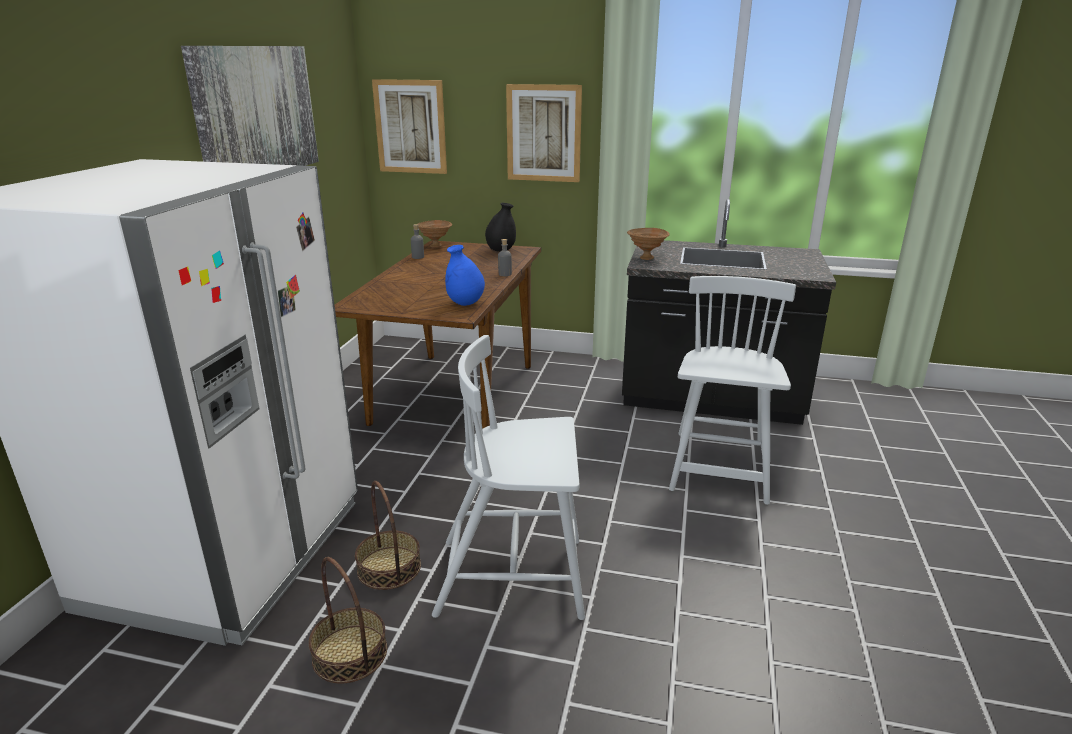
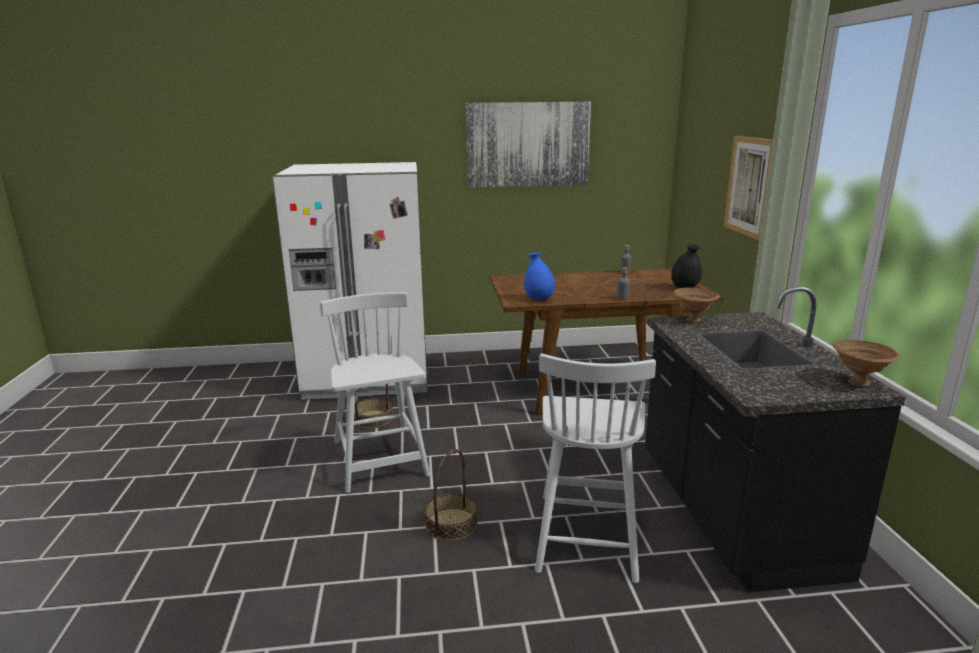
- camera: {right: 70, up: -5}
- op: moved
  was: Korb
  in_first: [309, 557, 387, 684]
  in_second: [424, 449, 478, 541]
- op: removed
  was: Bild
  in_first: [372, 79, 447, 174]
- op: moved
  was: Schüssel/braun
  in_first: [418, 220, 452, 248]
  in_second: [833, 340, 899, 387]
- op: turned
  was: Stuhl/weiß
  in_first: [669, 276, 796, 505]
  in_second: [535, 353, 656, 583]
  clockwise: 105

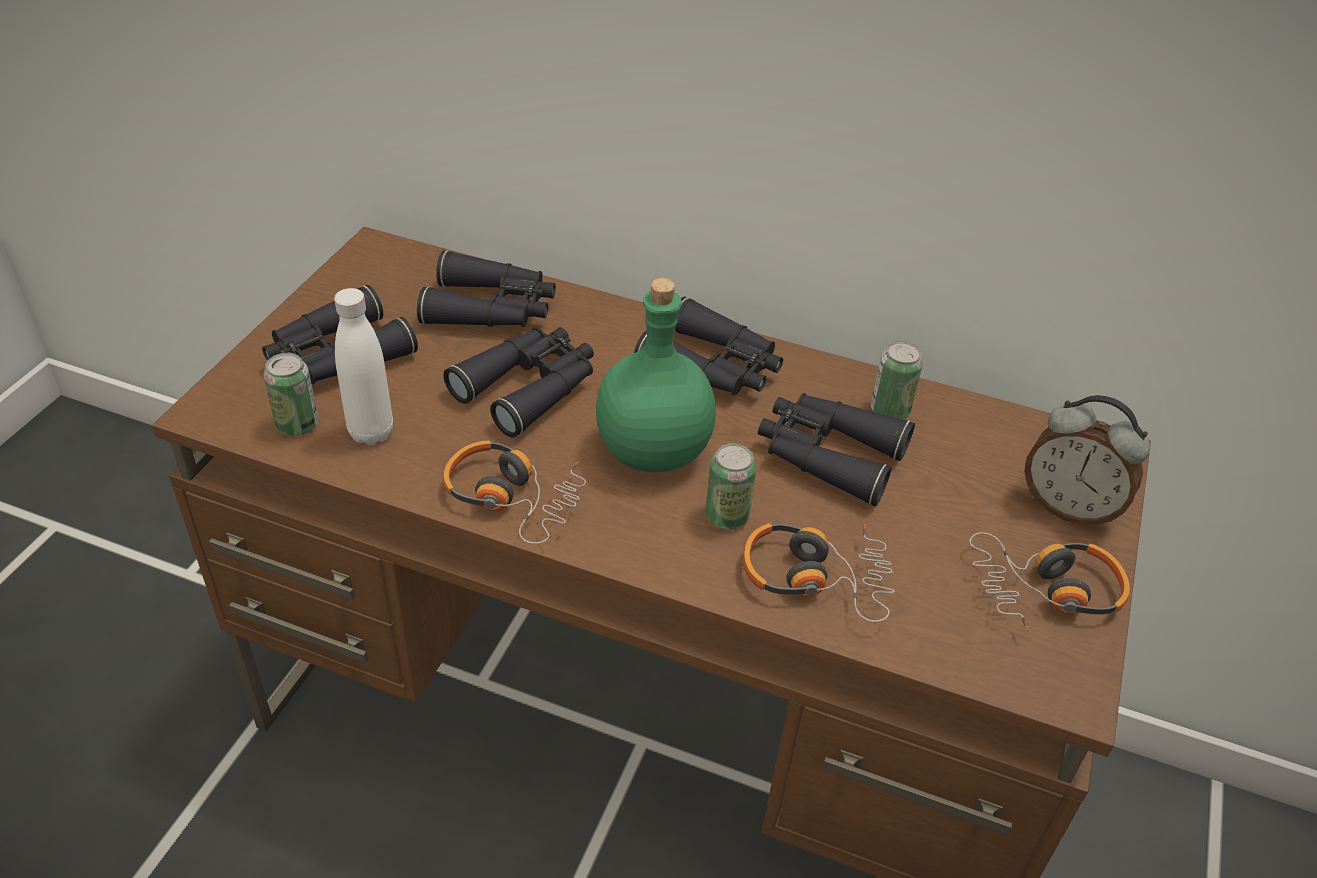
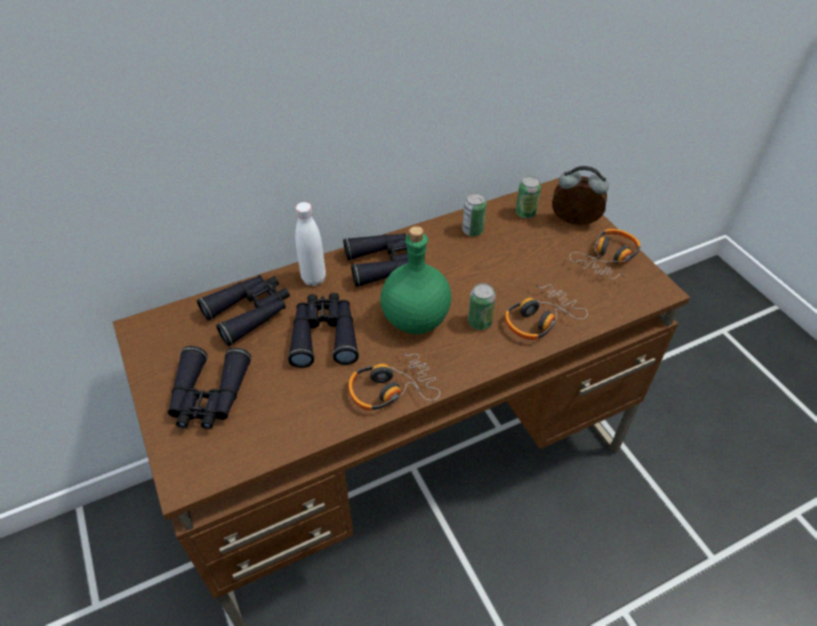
- camera: {right: -45, up: 5}
- op: moved
  was: Dose
  in_first: [263, 353, 319, 436]
  in_second: [516, 176, 541, 219]
- op: moved
  was: Flasche/weiß
  in_first: [334, 288, 393, 445]
  in_second: [295, 202, 326, 286]
- op: removed
  was: Fernglas/schwarz
  in_first: [758, 393, 915, 507]
- op: turned
  was: Wecker
  in_first: [1024, 395, 1150, 527]
  in_second: [552, 166, 609, 225]
  clockwise: -150

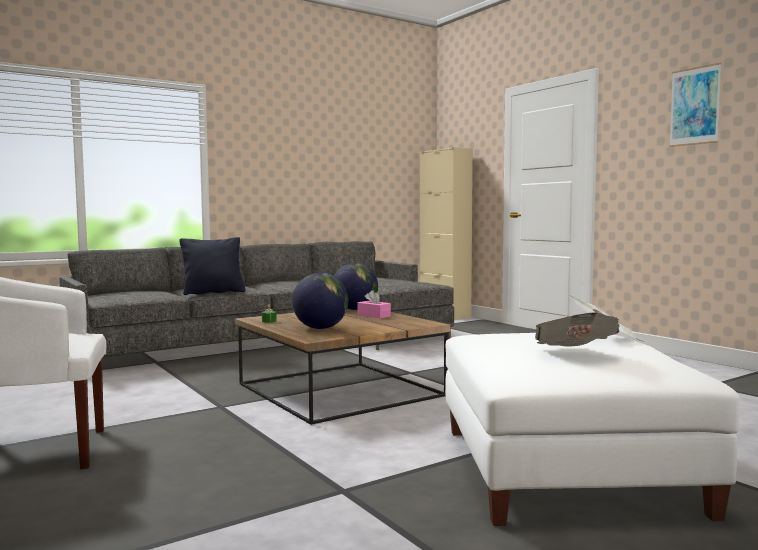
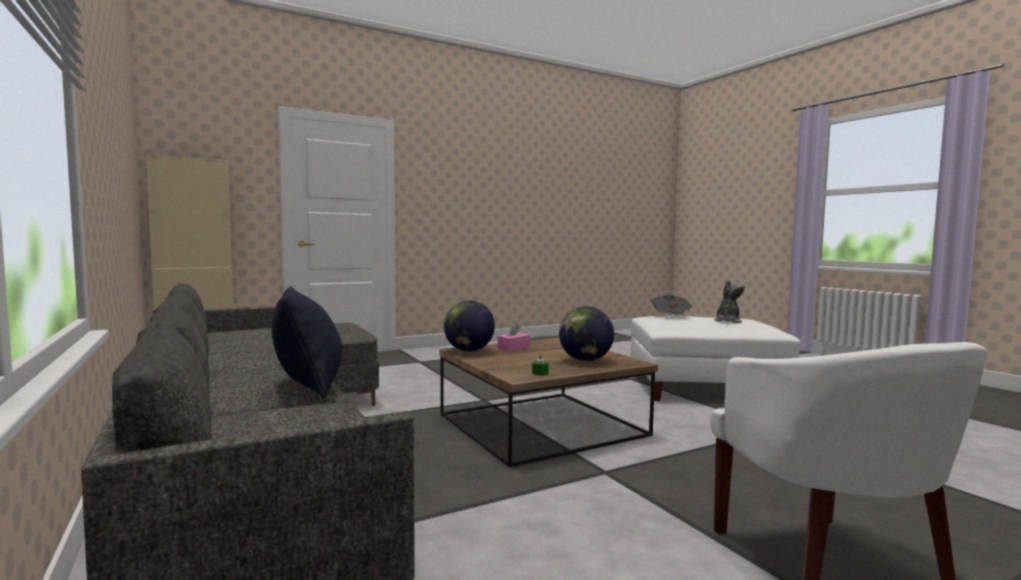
- camera: {right: -85, up: 0}
- op: replaced
  was: Zeitung
  now: Plüschtier
  in_first: [535, 313, 619, 347]
  in_second: [714, 280, 745, 323]
- op: removed
  was: Bild
  in_first: [669, 62, 722, 147]

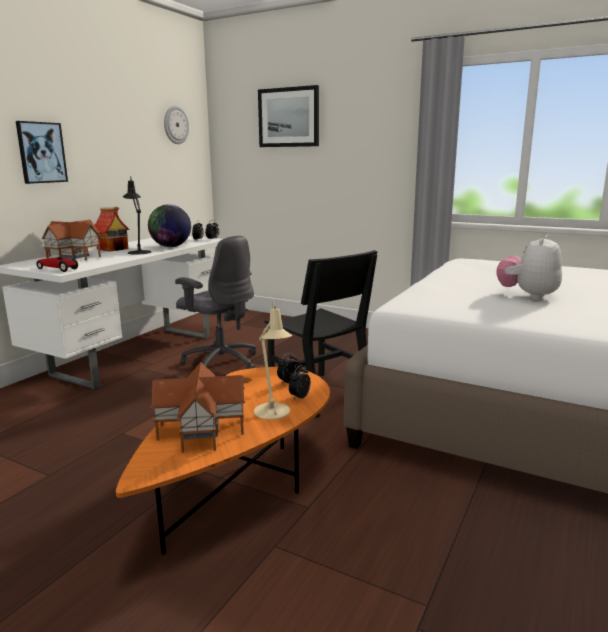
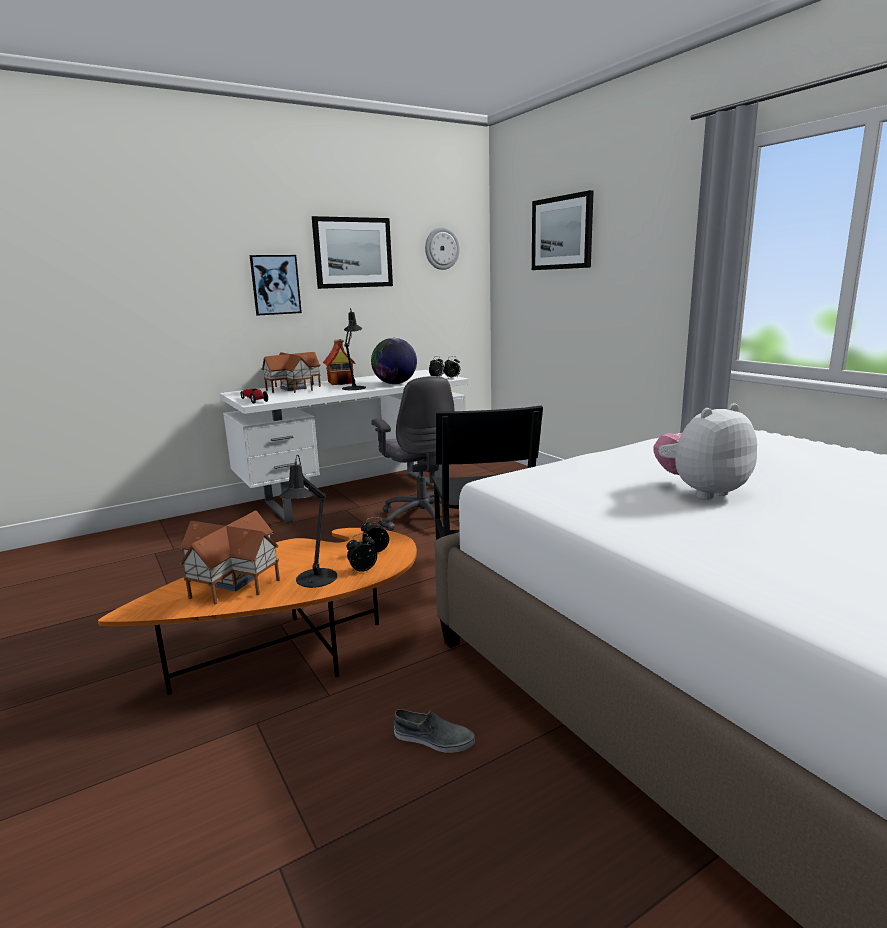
- camera: {right: 30, up: 0}
- op: recoloured
  was: Tischlampe/beige
  now: Tischlampe/schwarz
  in_first: [254, 300, 292, 420]
  in_second: [279, 455, 337, 588]
- op: added
  now: Bild
  in_second: [312, 216, 393, 289]
- op: added
  now: Schuh/grau
  in_second: [393, 709, 475, 753]

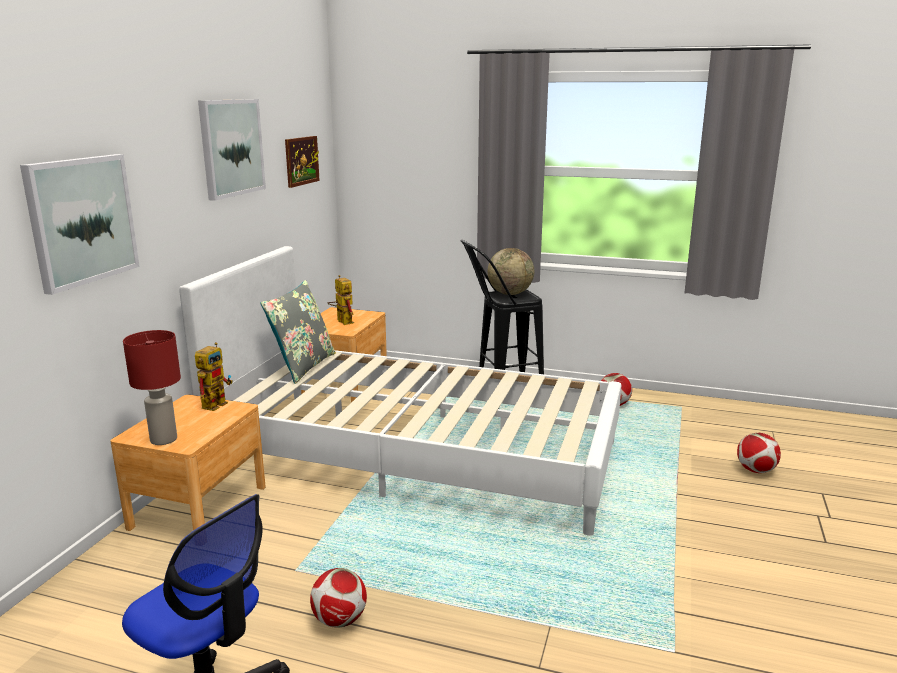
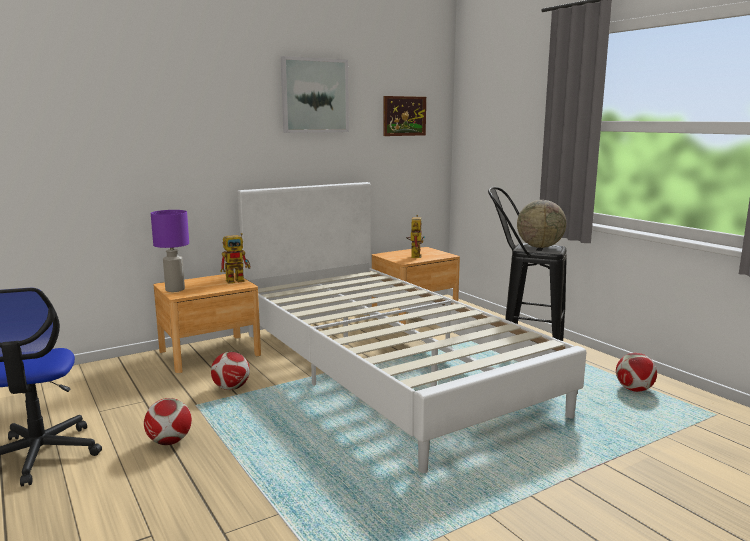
- camera: {right: 40, up: -5}
- op: removed
  was: Bild
  in_first: [20, 154, 140, 295]
- op: recoloured
  was: Tischlampe/rot
  now: Tischlampe/lila
  in_first: [123, 330, 181, 445]
  in_second: [151, 210, 189, 292]
- op: removed
  was: Kissen/grau
  in_first: [260, 280, 336, 384]
- op: moved
  was: Fußball
  in_first: [737, 433, 781, 473]
  in_second: [211, 352, 250, 390]

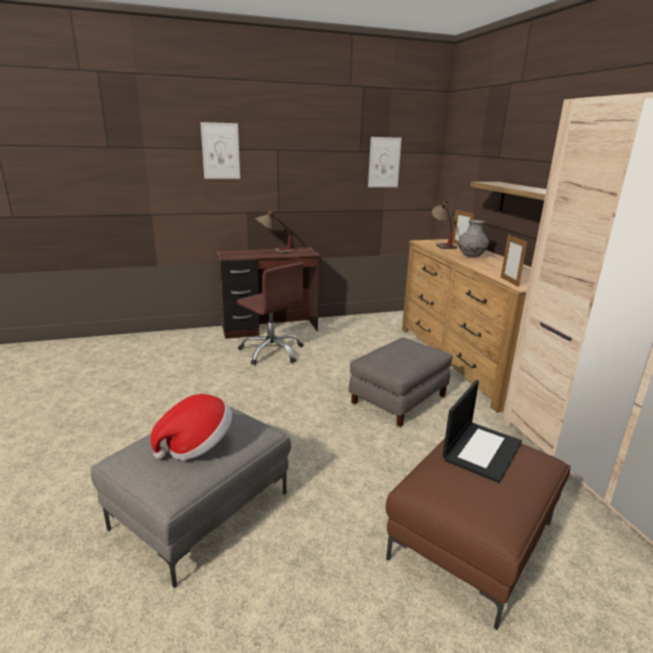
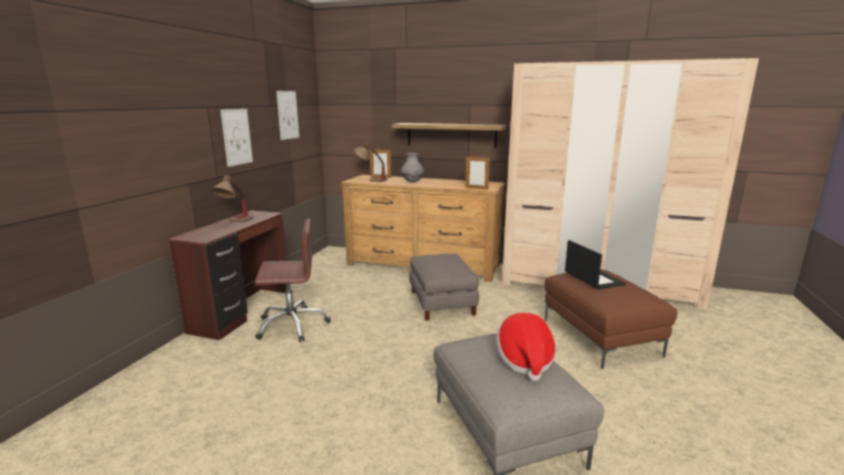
- camera: {right: -55, up: -5}
- op: moved
  was: Bild
  in_first: [200, 122, 240, 179]
  in_second: [220, 109, 253, 167]

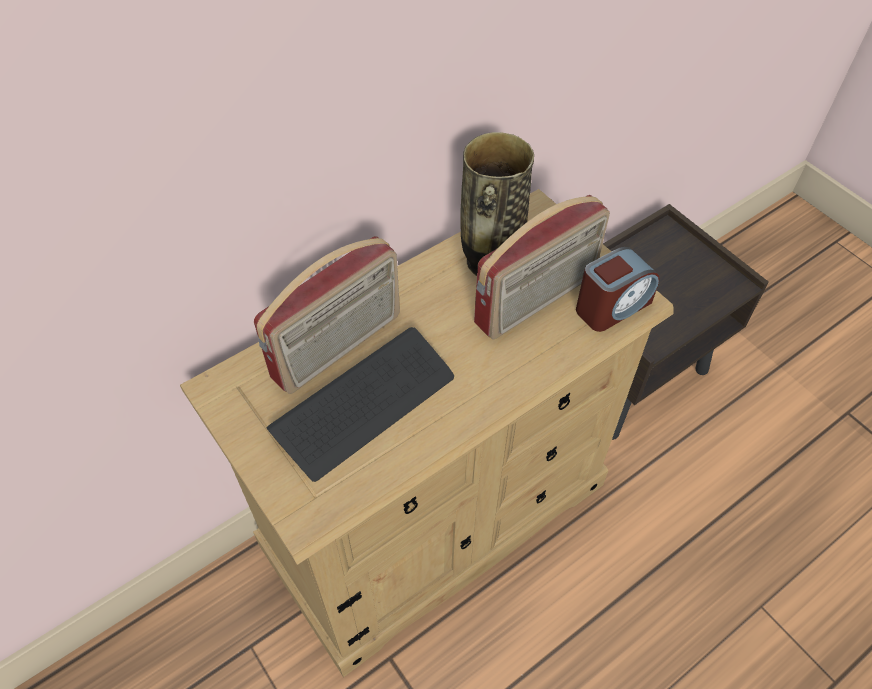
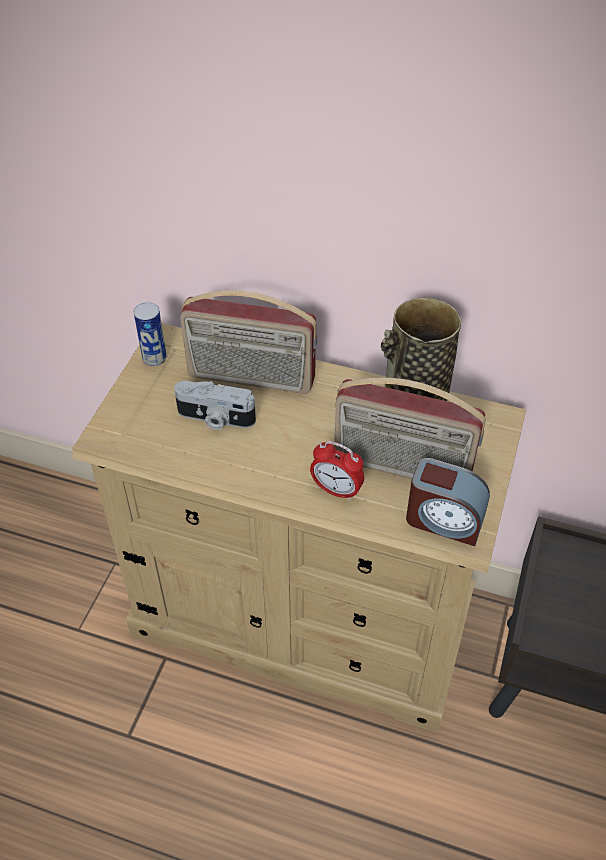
- camera: {right: 55, up: -5}
- op: replaced
  was: Tastatur
  now: Kamera
  in_first: [267, 327, 454, 482]
  in_second: [174, 381, 256, 430]
- op: added
  now: Dose
  in_second: [134, 302, 167, 366]
- op: added
  now: Wecker
  in_second: [310, 441, 364, 501]

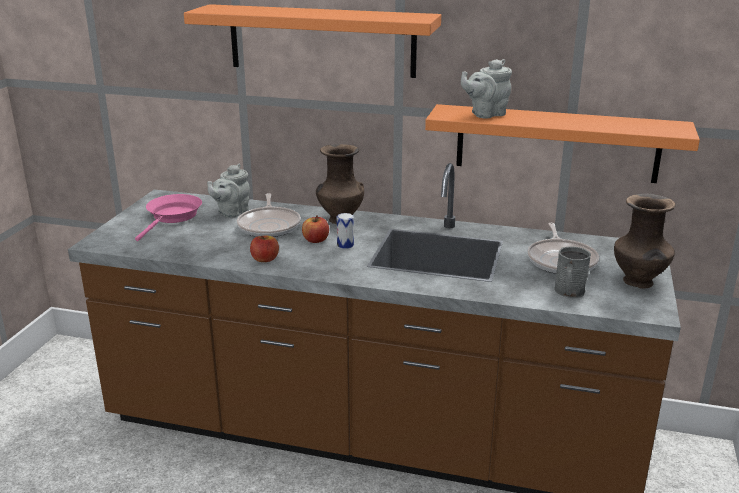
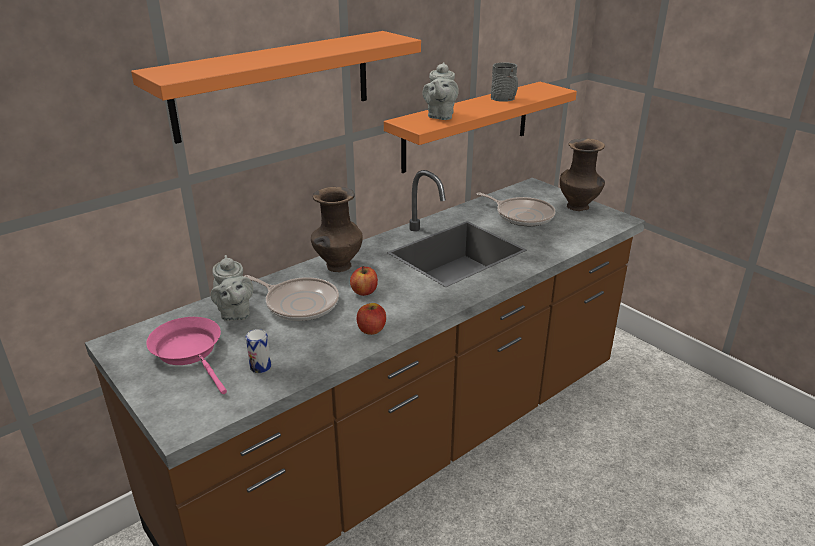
- camera: {right: -55, up: 5}
- op: moved
  was: Dose
  in_first: [337, 213, 354, 249]
  in_second: [245, 329, 271, 373]
- op: moved
  was: Henkelbecher/grau
  in_first: [554, 246, 591, 298]
  in_second: [491, 62, 518, 102]

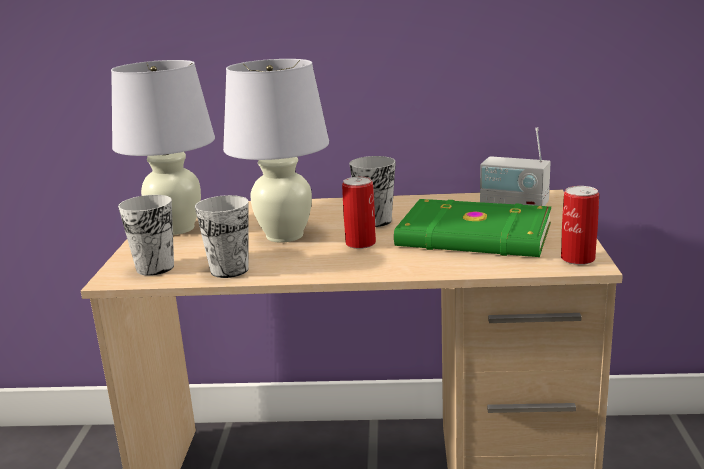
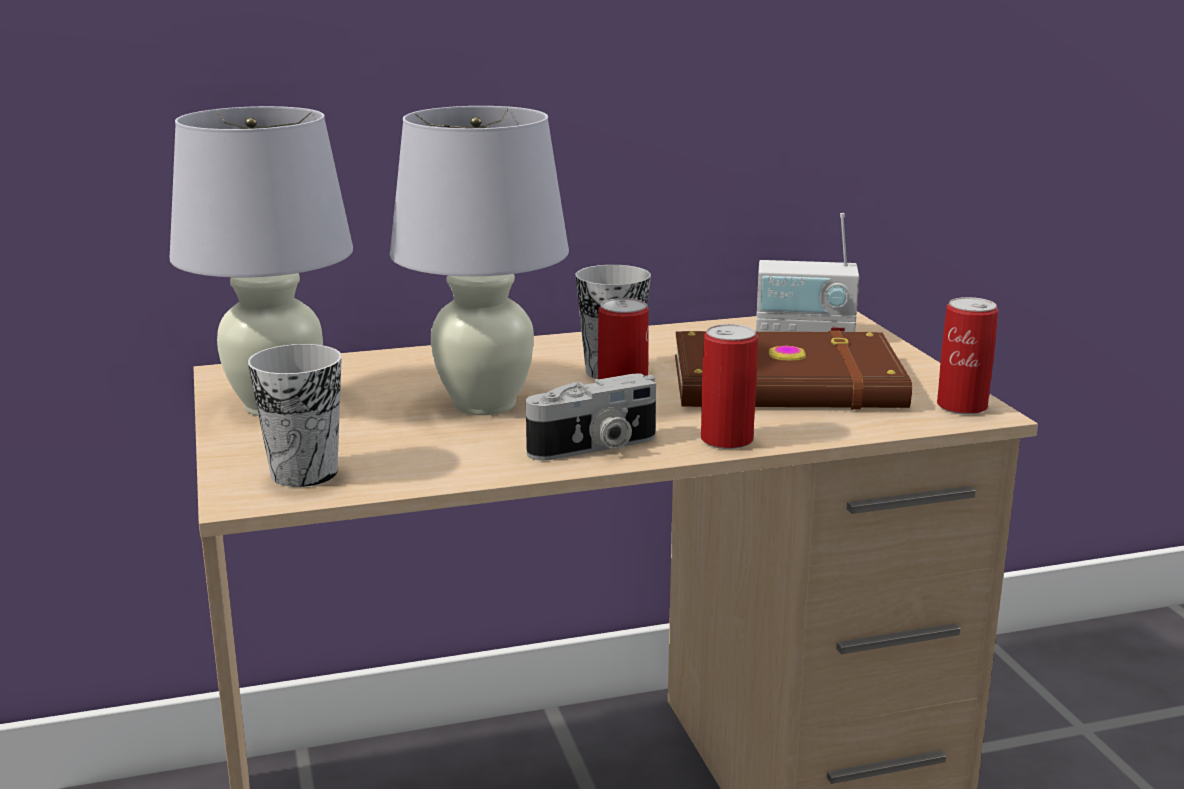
- camera: {right: -20, up: 0}
- op: removed
  was: Tasse
  in_first: [195, 195, 249, 278]
- op: recoloured
  was: Buch/grün
  now: Buch/braun
  in_first: [394, 199, 551, 257]
  in_second: [675, 330, 912, 410]
- op: added
  now: Kamera
  in_second: [526, 373, 656, 460]
- op: added
  now: Dose
  in_second: [701, 324, 758, 449]

